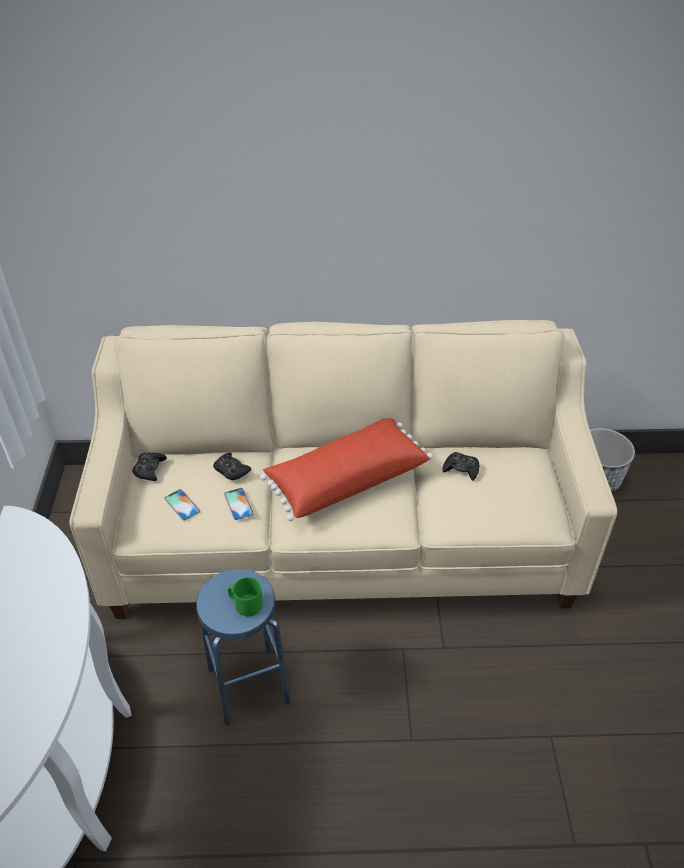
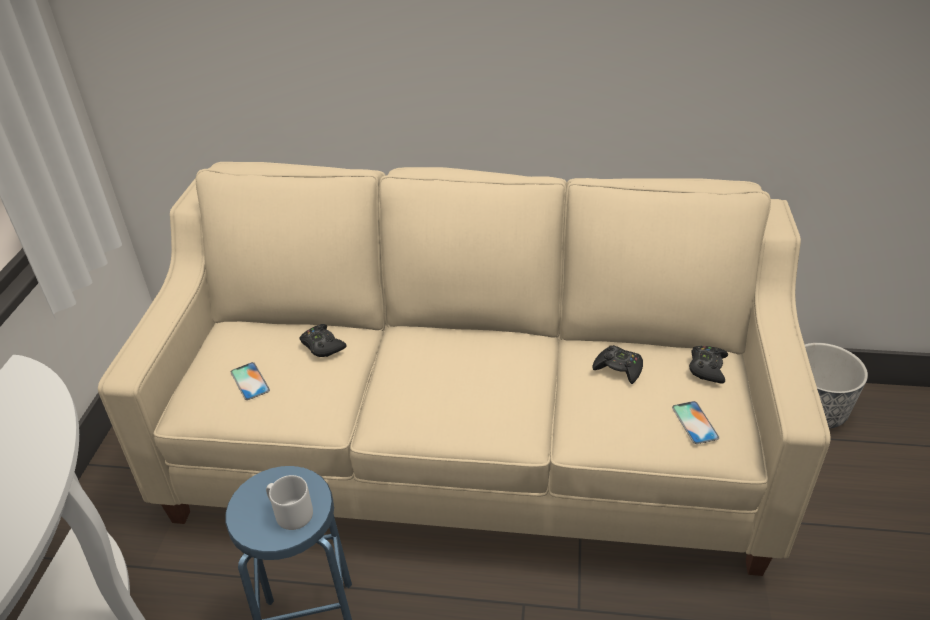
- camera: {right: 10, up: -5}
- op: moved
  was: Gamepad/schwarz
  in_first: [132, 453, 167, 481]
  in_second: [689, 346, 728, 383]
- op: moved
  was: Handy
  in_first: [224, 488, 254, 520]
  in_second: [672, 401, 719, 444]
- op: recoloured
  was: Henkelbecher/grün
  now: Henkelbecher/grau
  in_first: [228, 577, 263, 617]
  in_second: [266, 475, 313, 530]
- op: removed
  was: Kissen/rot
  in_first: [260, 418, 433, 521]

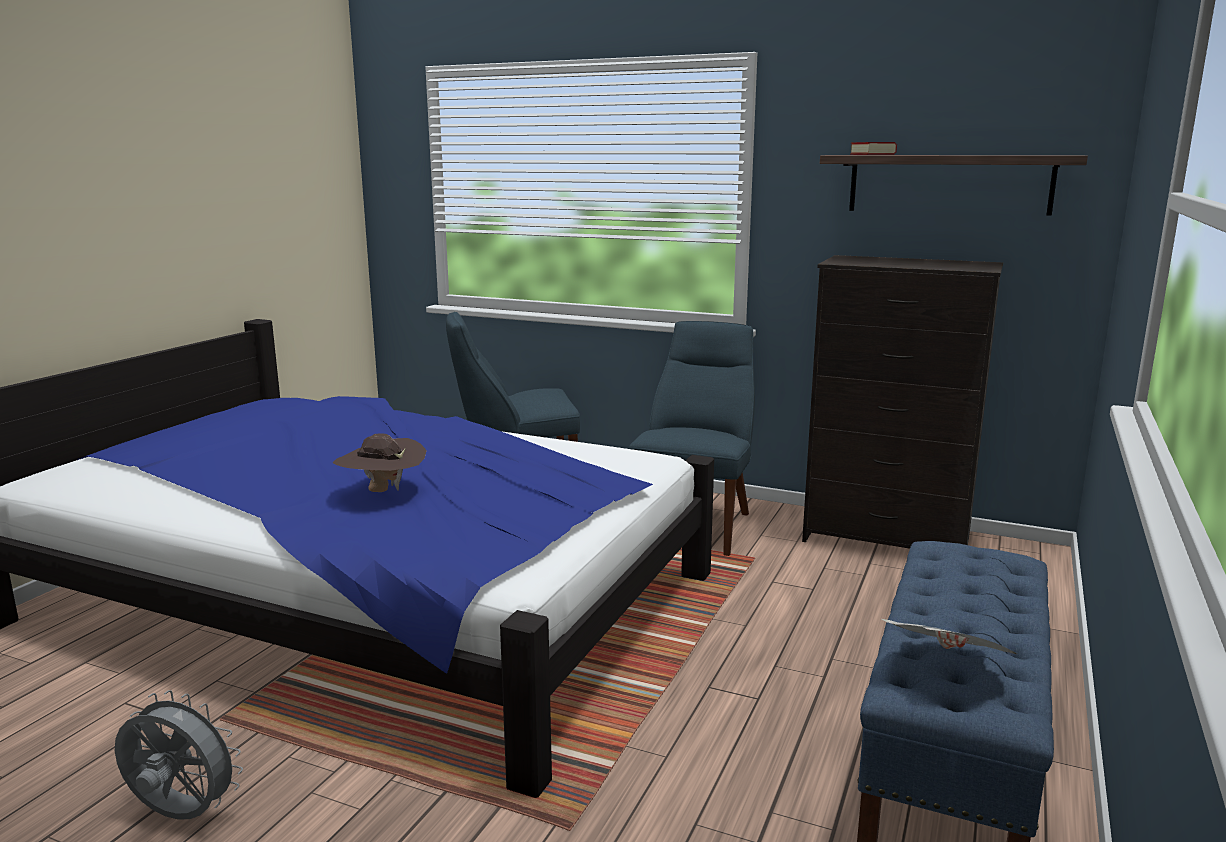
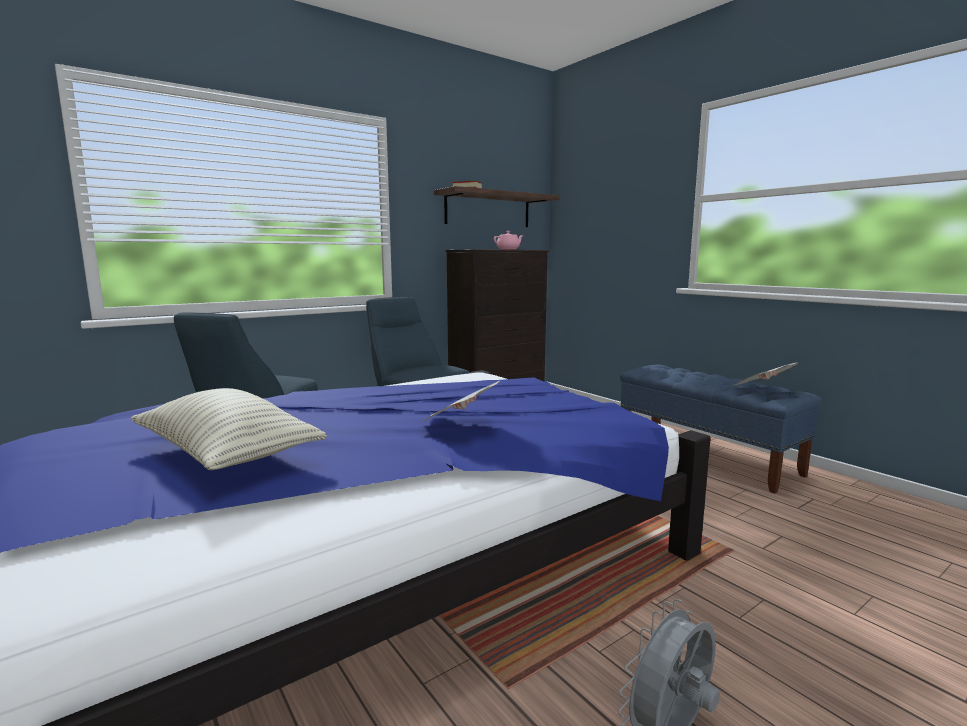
- camera: {right: -60, up: -5}
- op: replaced
  was: Hut/braun
  now: Zeitung
  in_first: [332, 433, 427, 492]
  in_second: [420, 381, 500, 423]
- op: added
  now: Kissen
  in_second: [131, 388, 327, 470]
- op: added
  now: Teekanne/rosa
  in_second: [494, 231, 524, 250]

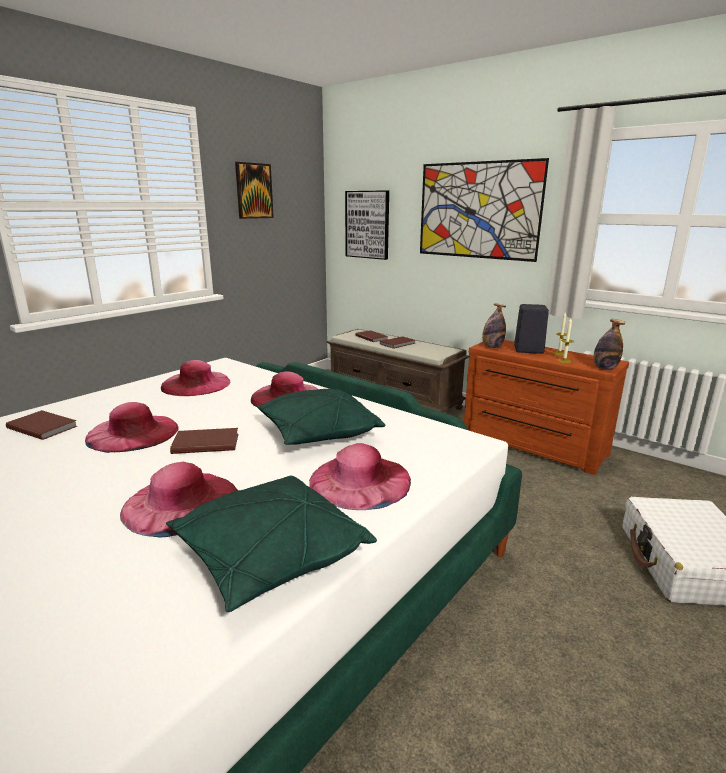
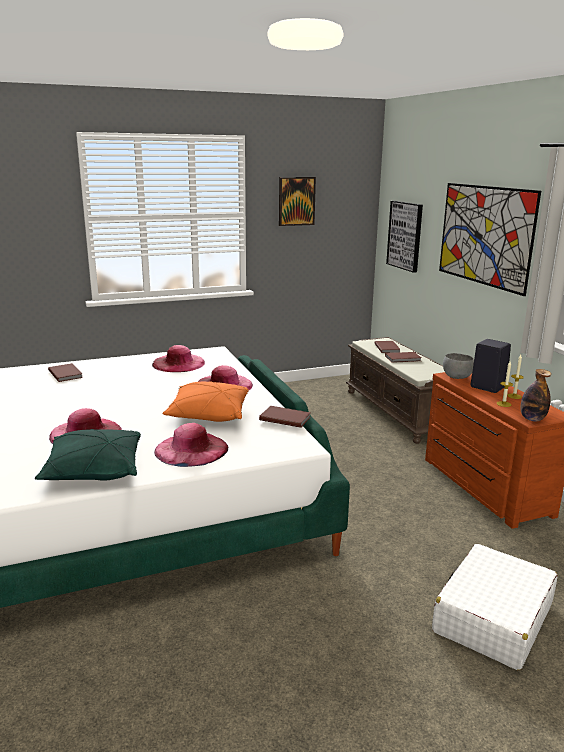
- camera: {right: 30, up: 0}
- op: removed
  was: Hut/rosa
  in_first: [85, 402, 179, 453]
- op: moved
  was: Buch/braun
  in_first: [170, 428, 238, 454]
  in_second: [259, 406, 311, 428]
- op: recoloured
  was: Kissen/grün
  now: Kissen/orange
  in_first: [256, 389, 385, 445]
  in_second: [163, 382, 249, 422]
- op: replaced
  was: Flasche
  now: Schüssel/grau
  in_first: [482, 303, 506, 348]
  in_second: [443, 353, 474, 379]

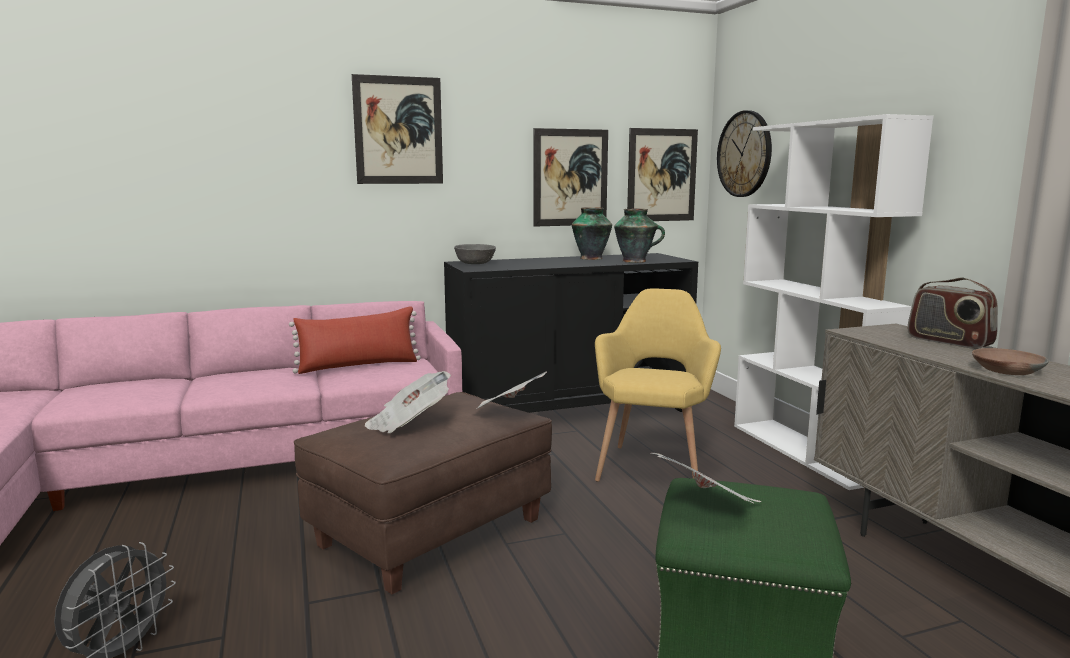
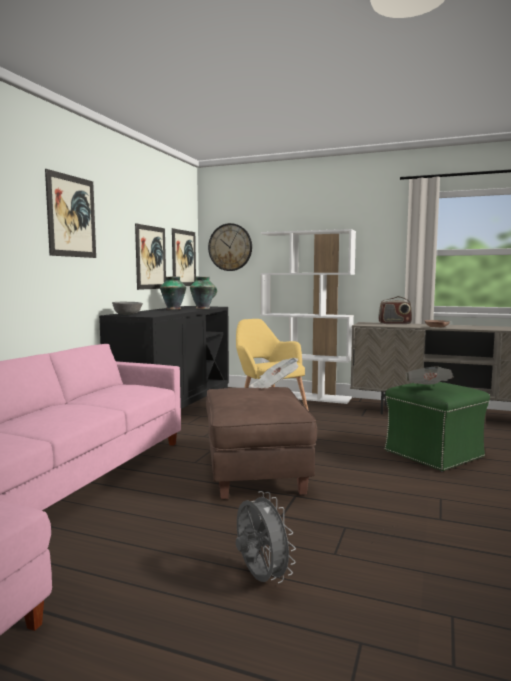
- camera: {right: -50, up: -5}
- op: removed
  was: Kissen/rot
  in_first: [289, 306, 421, 374]
- op: removed
  was: Zeitung
  in_first: [365, 371, 451, 433]

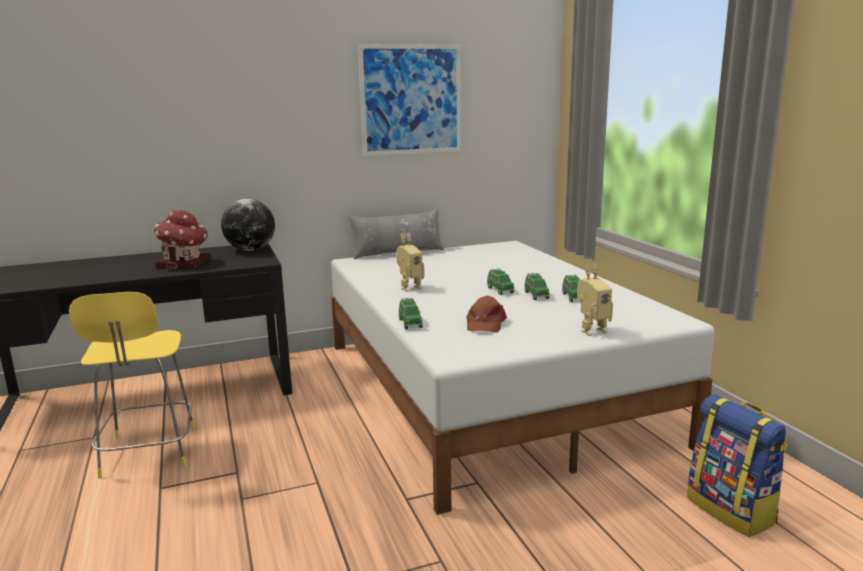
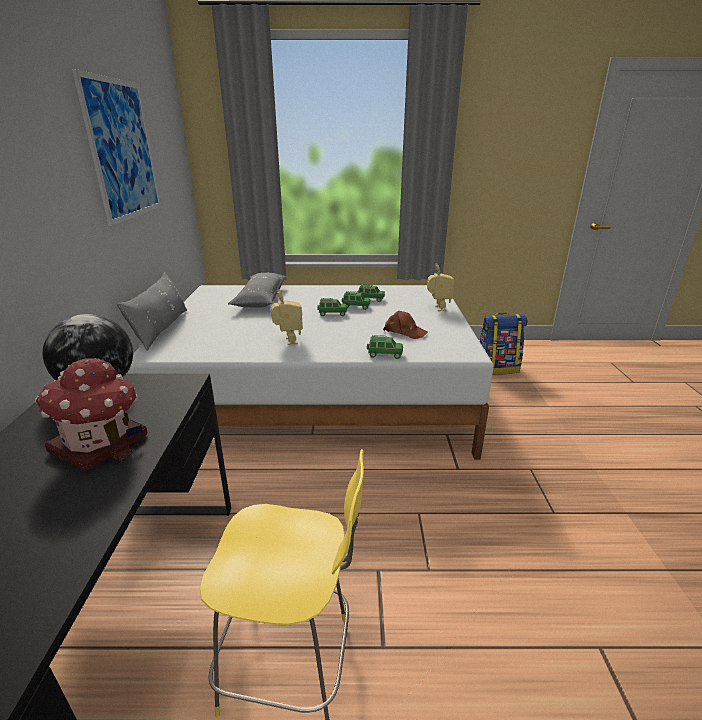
- camera: {right: -70, up: 10}
- op: added
  now: Kissen/grau
  in_second: [228, 273, 287, 308]

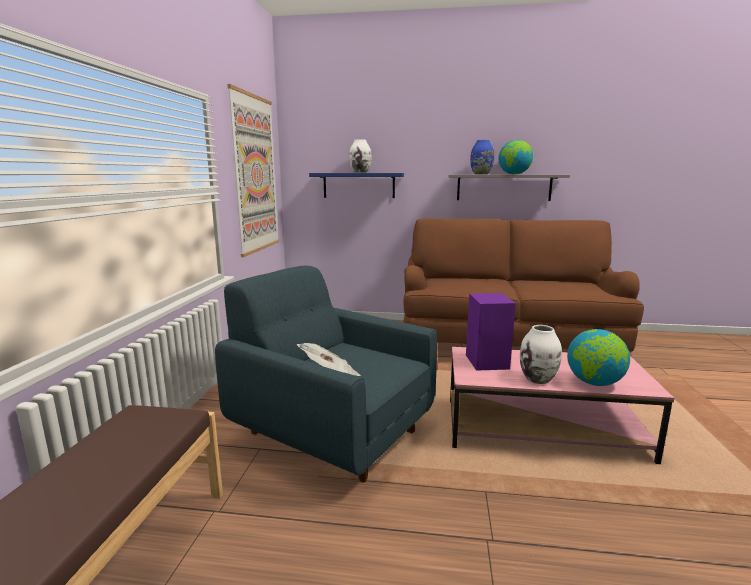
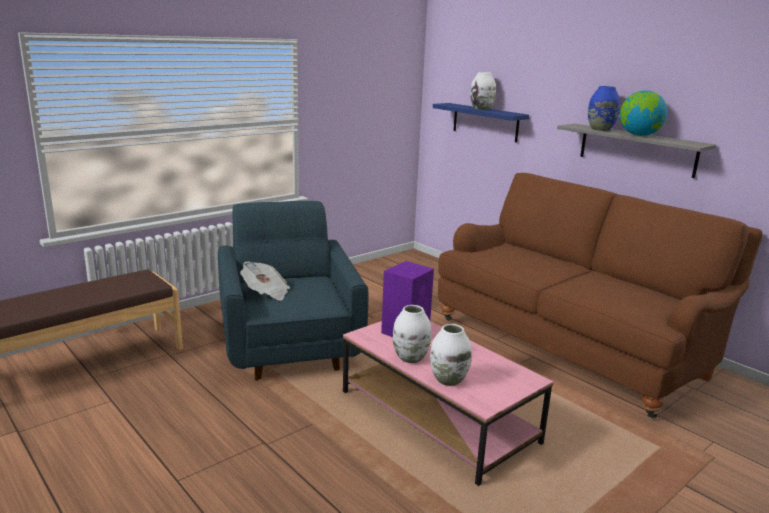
- camera: {right: 40, up: 5}
- op: removed
  was: Bild
  in_first: [227, 84, 279, 257]
- op: replaced
  was: Globus
  now: Vase/weiß
  in_first: [567, 329, 630, 386]
  in_second: [430, 324, 472, 386]

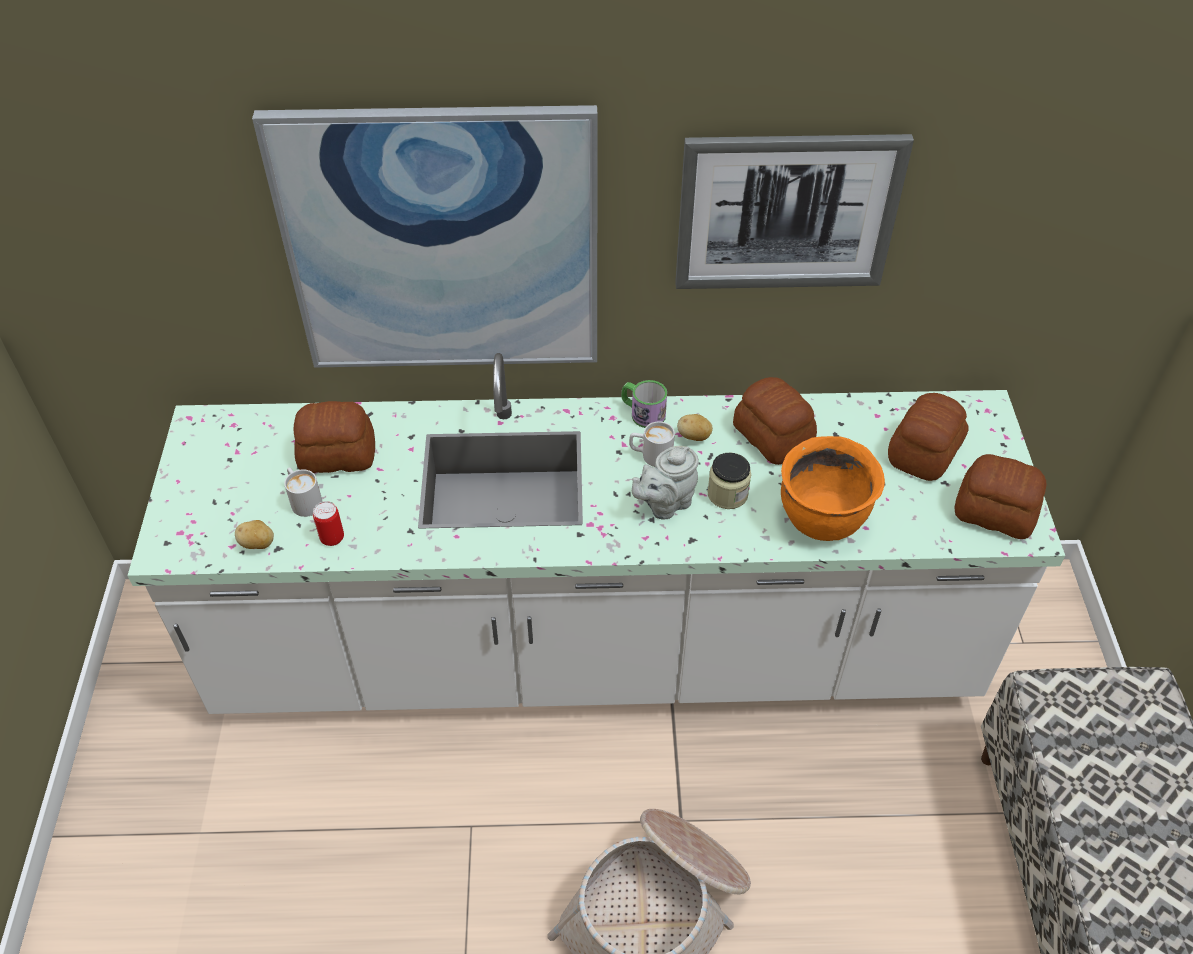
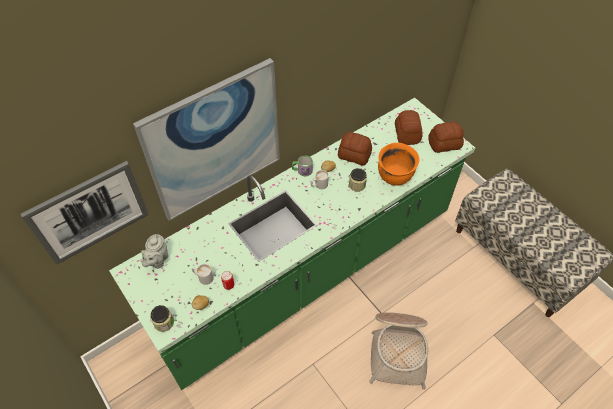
- camera: {right: -35, up: 5}
- op: recoloured
  was: Küchenzeile/weiß
  now: Küchenzeile/grün
  in_first: [127, 353, 1065, 714]
  in_second: [109, 98, 475, 390]
- op: removed
  was: Brot
  in_first: [293, 401, 375, 473]
- op: moved
  was: Teekanne/grau
  in_first: [632, 446, 699, 519]
  in_second: [140, 234, 168, 269]
- op: moved
  was: Bild
  in_first: [675, 134, 914, 289]
  in_second: [20, 161, 149, 265]
- op: added
  now: Vorratsglas
  in_second: [151, 305, 174, 332]

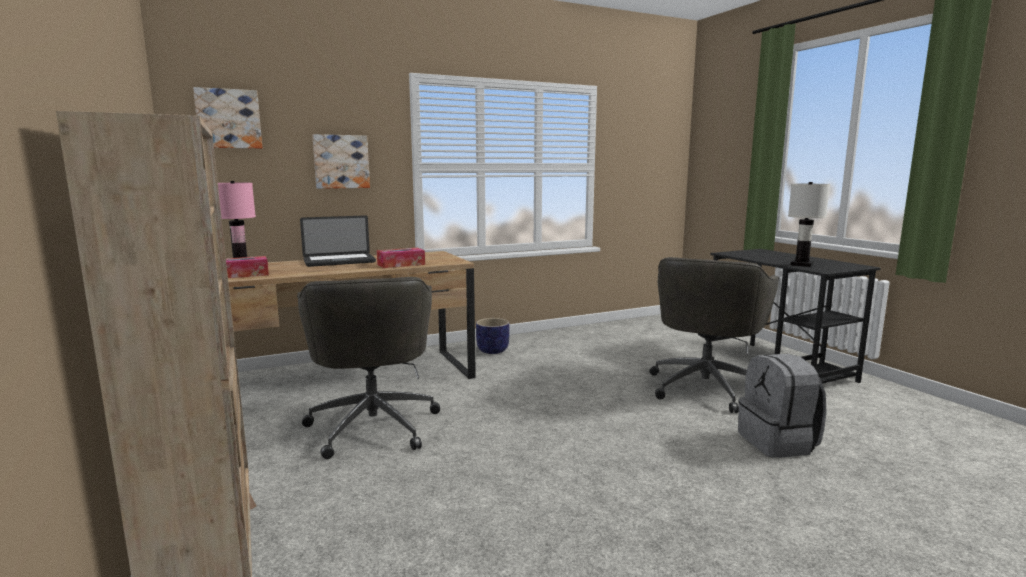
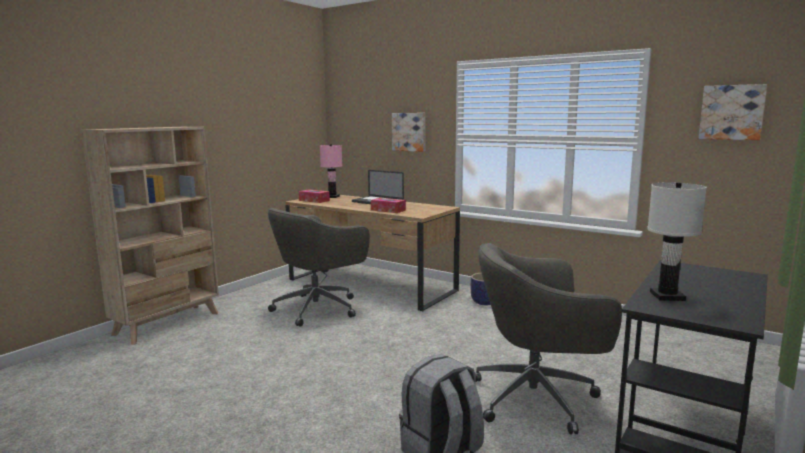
- camera: {right: 60, up: 0}
- op: moved
  was: Bild
  in_first: [193, 87, 262, 149]
  in_second: [699, 84, 767, 140]

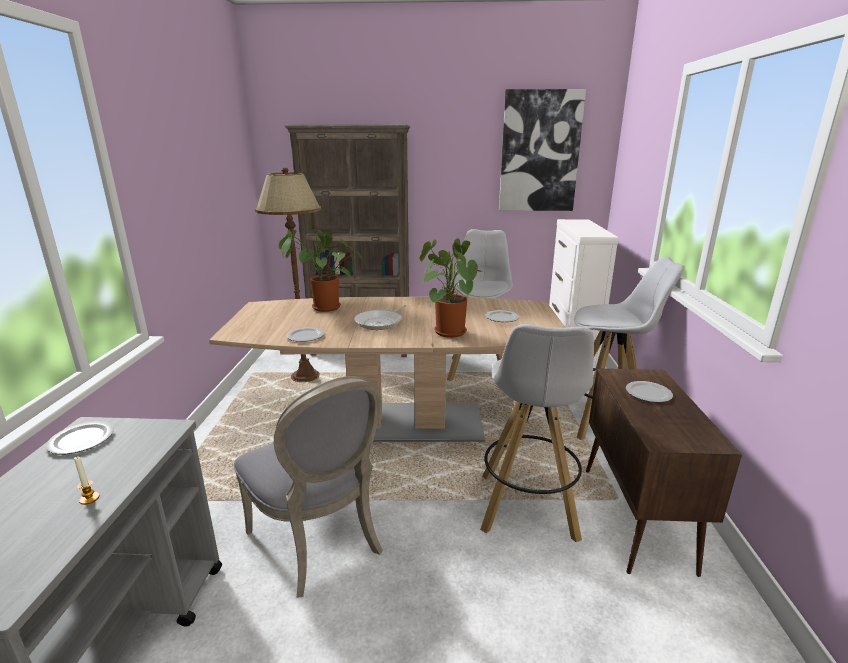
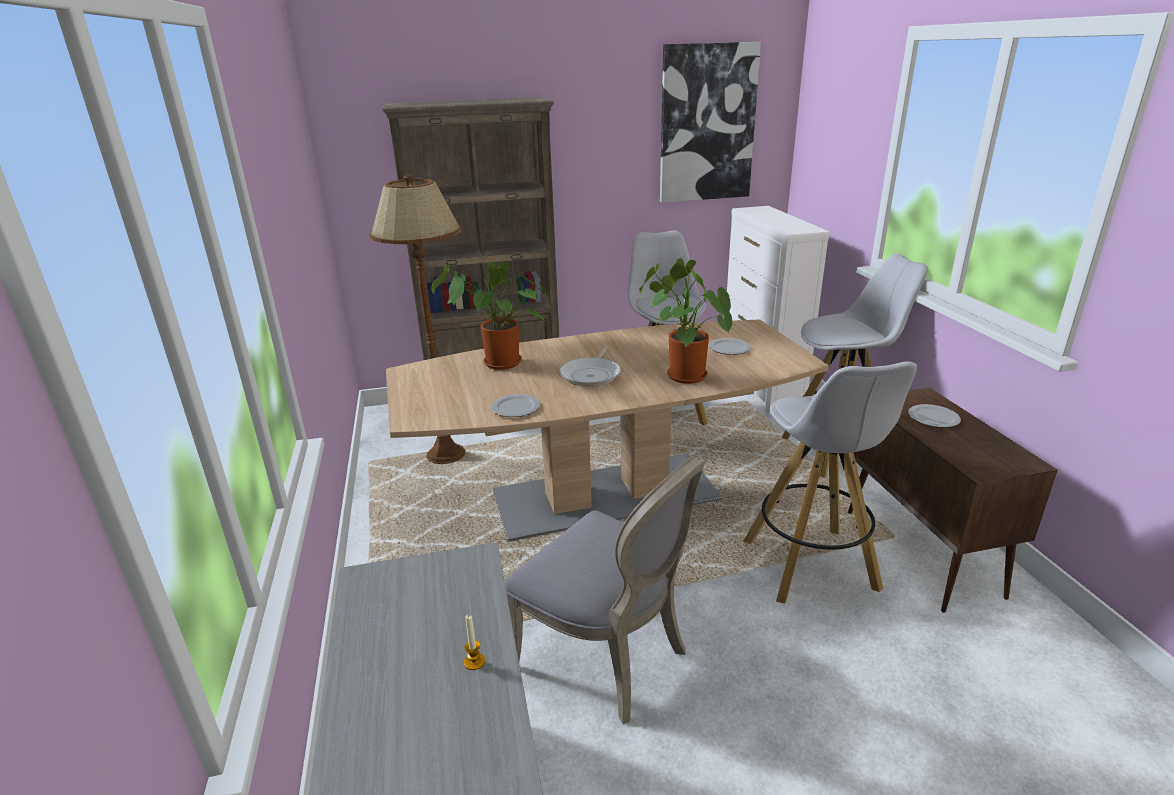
- camera: {right: -15, up: 5}
- op: removed
  was: Teller
  in_first: [46, 421, 114, 454]

